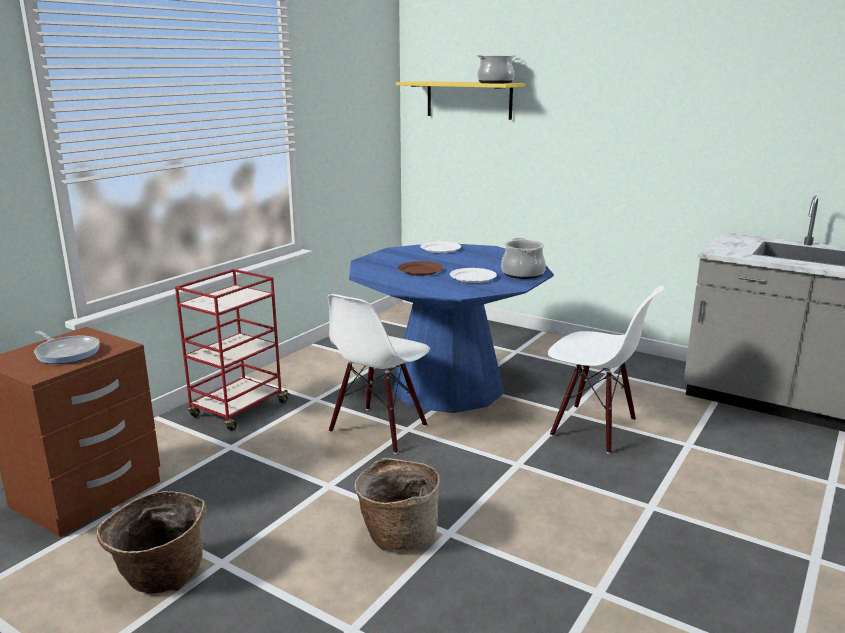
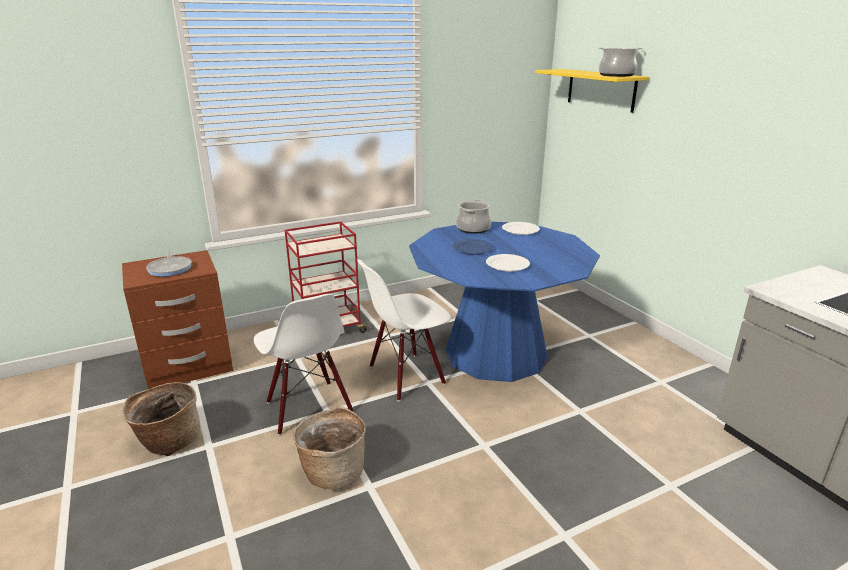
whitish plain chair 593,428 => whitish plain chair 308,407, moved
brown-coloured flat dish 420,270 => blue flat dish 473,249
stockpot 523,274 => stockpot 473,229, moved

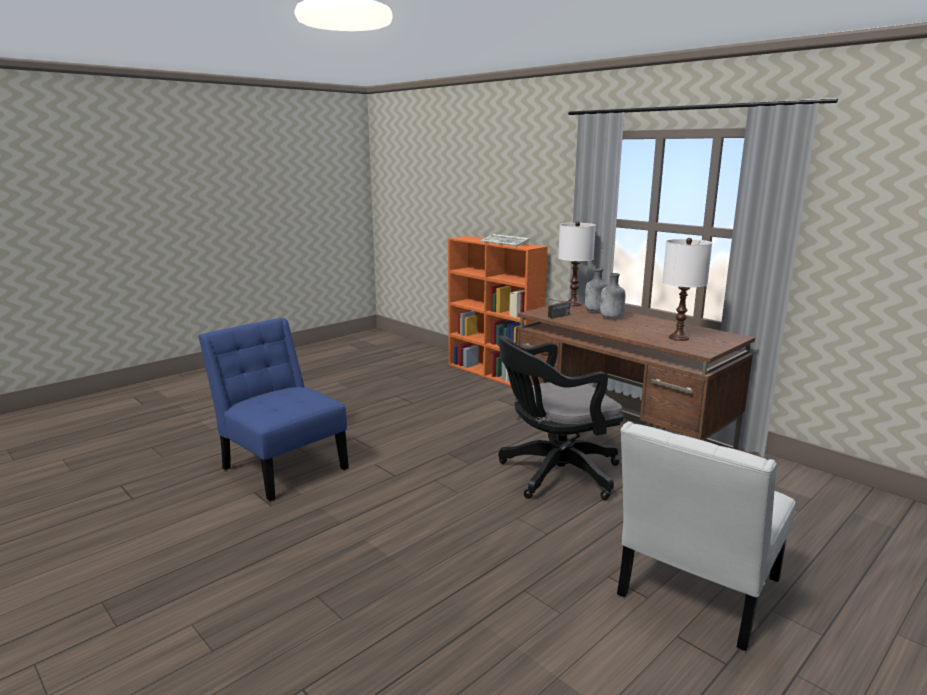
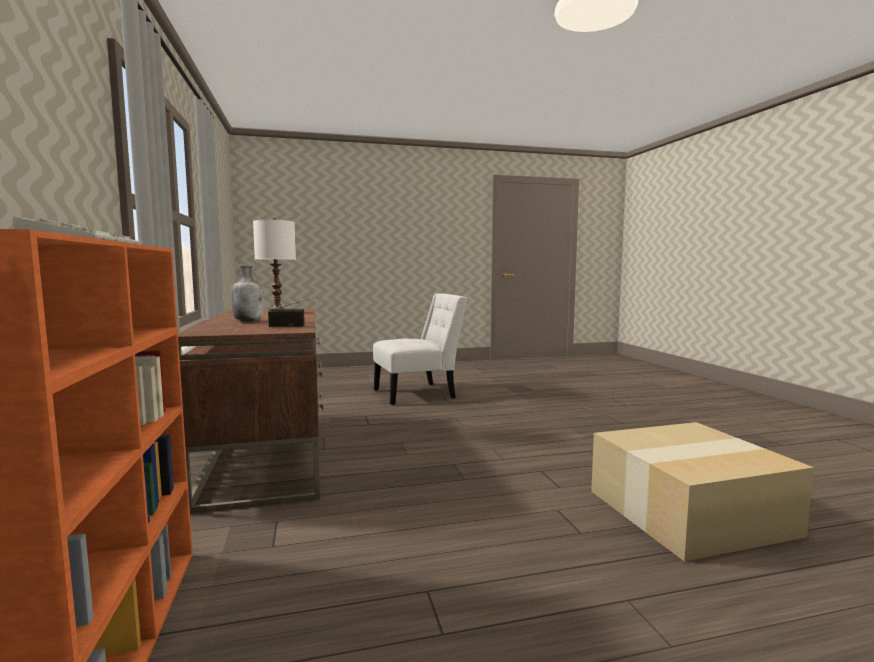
blue plain chair 282,466 => carton 689,513
black-coloured computer chair 554,474 => nothing
whitish tabletop lamp 573,304 => nothing
gray drink bottle 595,311 => nothing

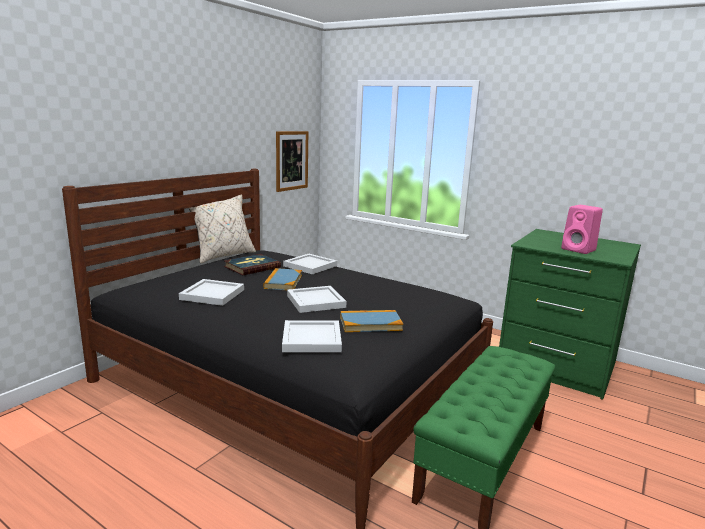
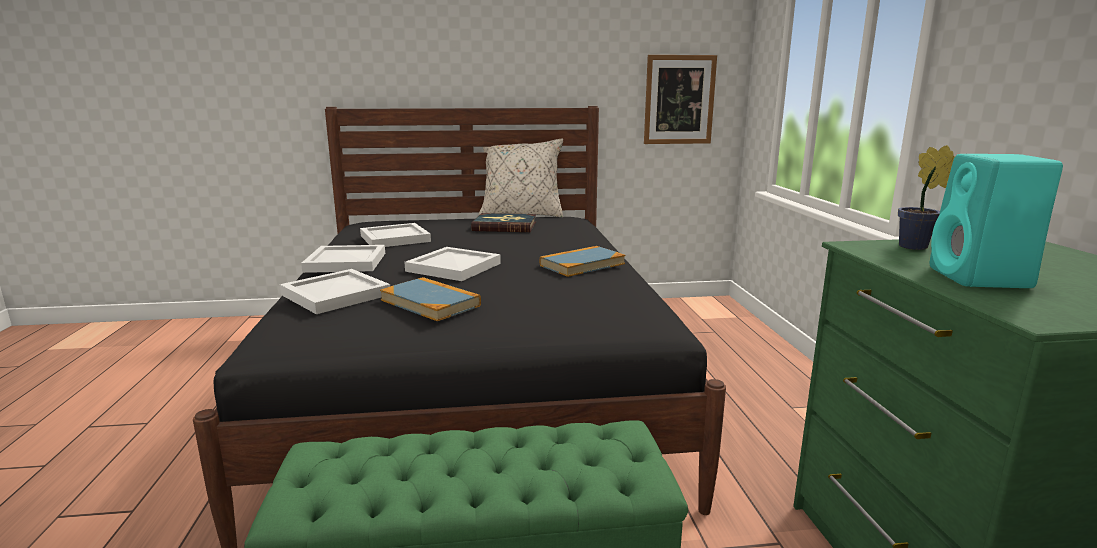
whitish carrying tray 310,266 => whitish carrying tray 344,262, moved
book 283,282 => book 582,264, moved
nothing => potted plant 916,247
pink audio speaker 579,250 => turquoise audio speaker 981,279

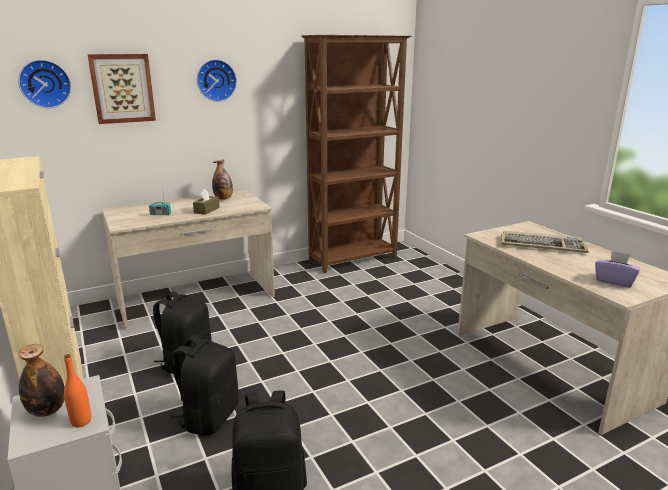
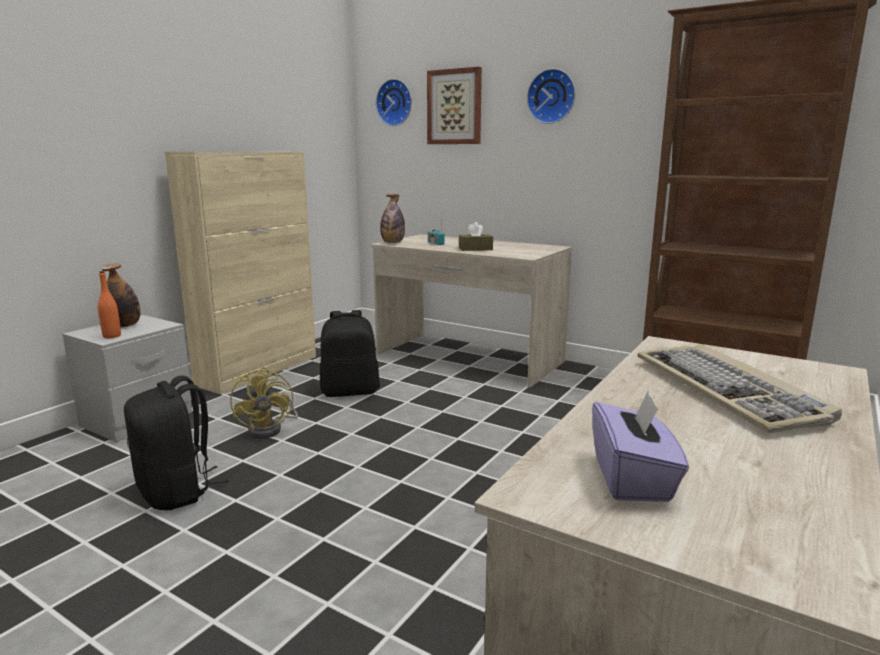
black-coloured backpack 209,417 => yellow-coloured cooling fan 271,429
drink bottle 223,199 => drink bottle 392,243, moved

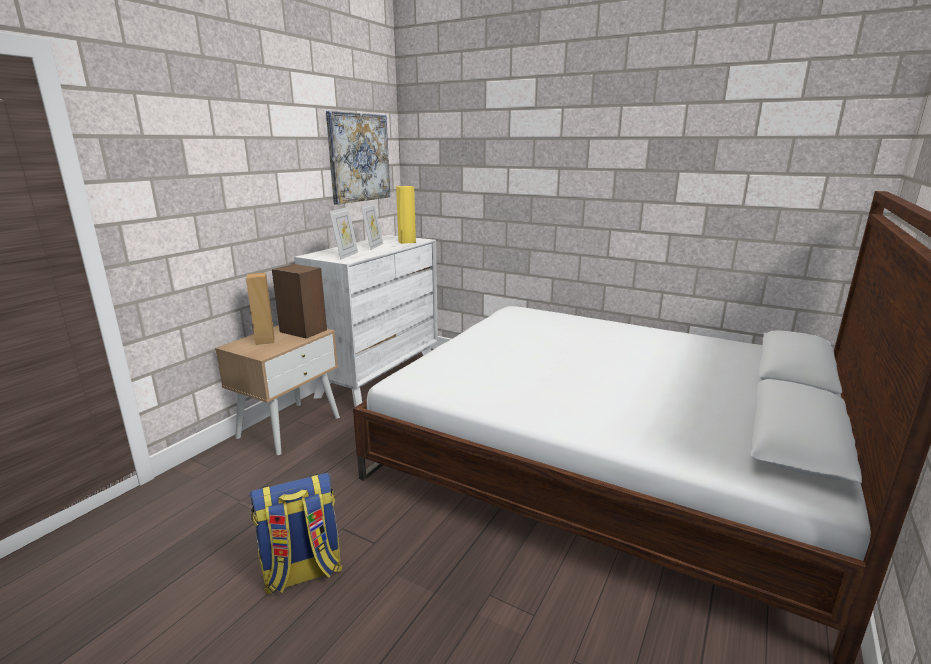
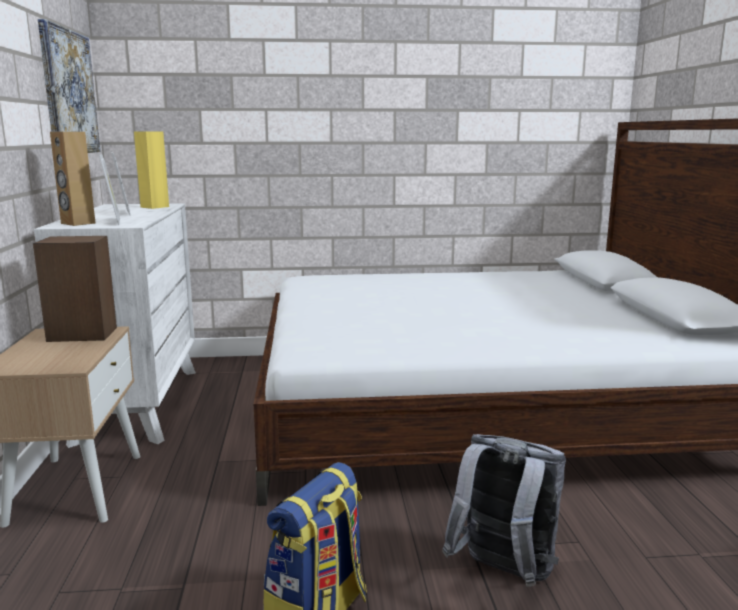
brown-coloured audio speaker 264,340 => brown-coloured audio speaker 77,223, moved
nothing => gray backpack 503,574

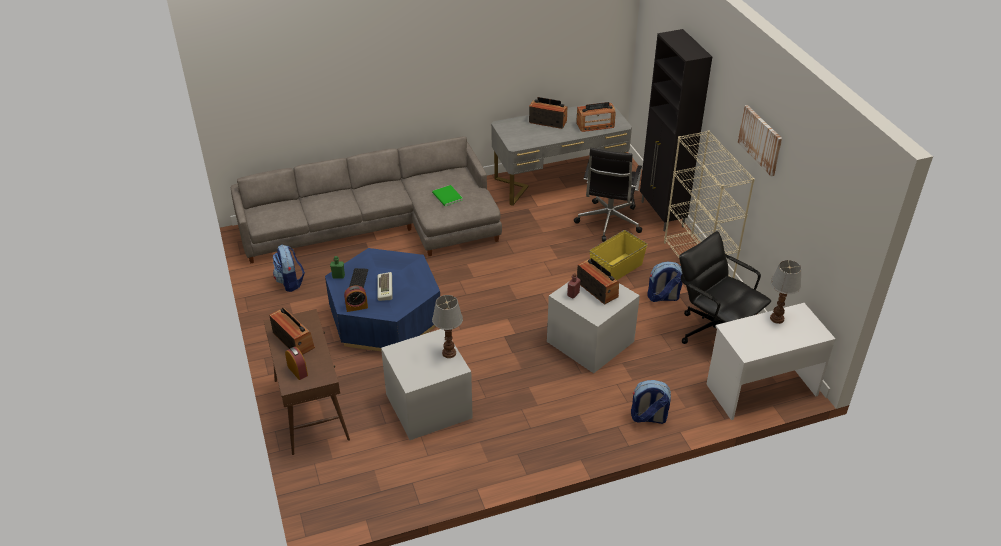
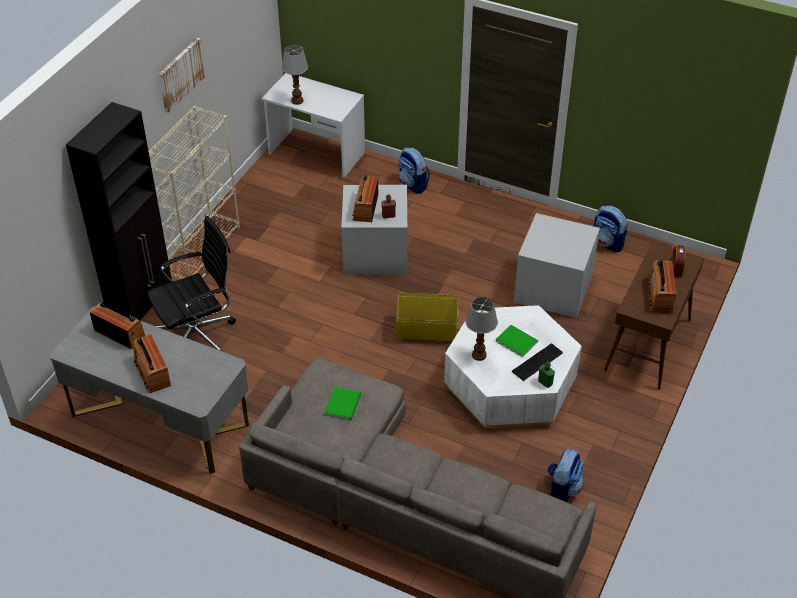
yellow-coloured storage box 616,269 => yellow-coloured storage box 427,330, moved
blue coffee table 385,317 => whitish coffee table 509,384
tabletop lamp 449,353 => tabletop lamp 479,355, moved
computer keyboard 386,289 => green book 516,340
backpack 663,297 => backpack 608,243, moved
alarm clock 356,307 => nothing
black-coloured computer chair 714,332 => nothing

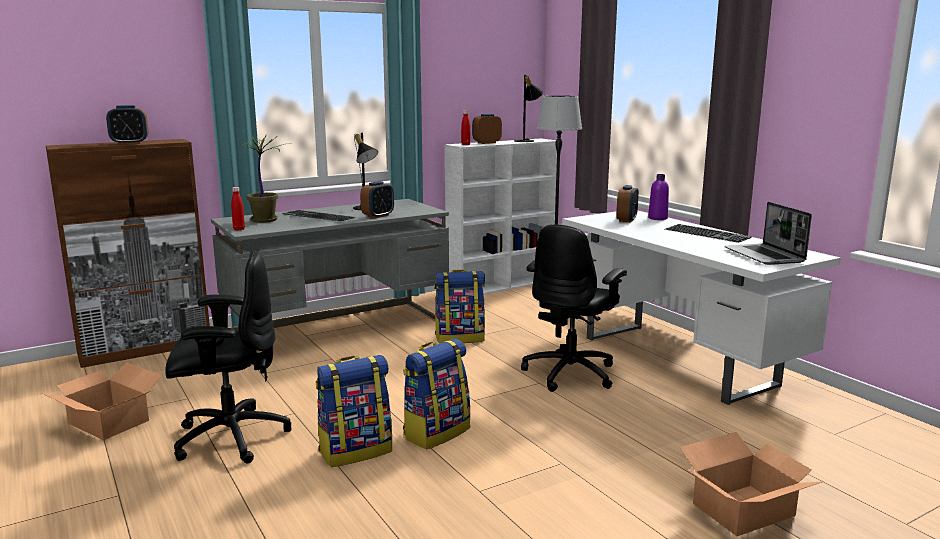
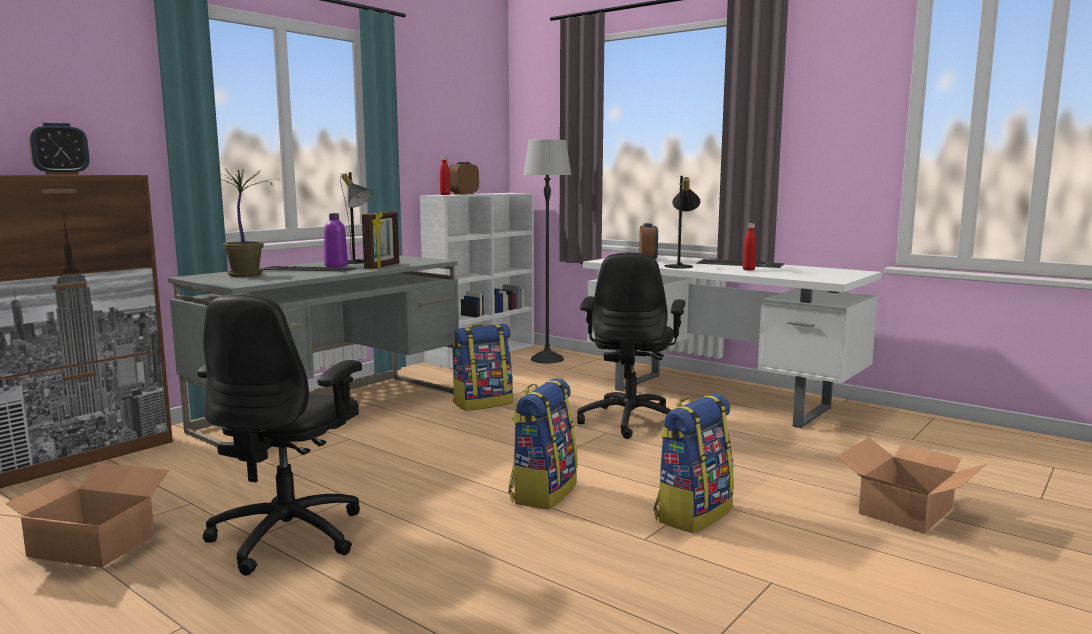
black-coloured computer chair 229,437 => black-coloured computer chair 290,536, 135 degrees clockwise
purple-coloured drink bottle 657,218 => purple-coloured drink bottle 336,266, moved
alarm clock 378,216 => photo frame 383,266
backpack 356,451 => backpack 692,514, moved
black-coloured tabletop lamp 527,140 => black-coloured tabletop lamp 681,266, moved
red drink bottle 239,229 => red drink bottle 748,269, moved
notebook computer 765,256 => nothing

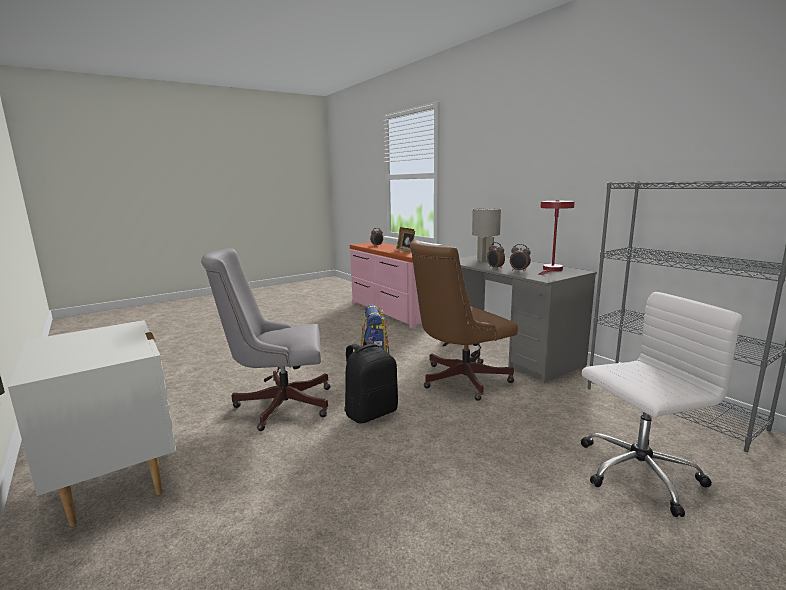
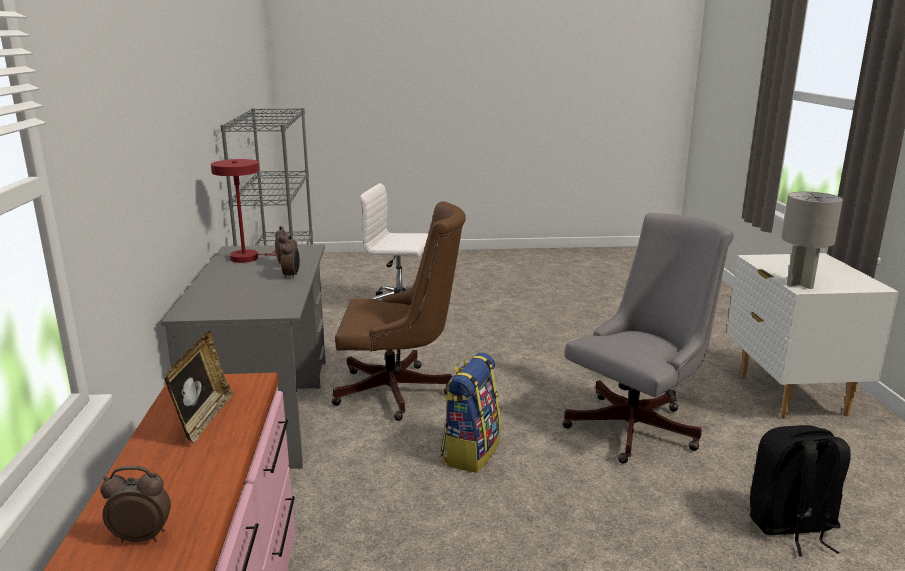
gray computer chair 278,404 => gray computer chair 639,426, 60 degrees counterclockwise
black-coloured backpack 371,413 => black-coloured backpack 791,527, moved
gray tabletop lamp 485,260 => gray tabletop lamp 800,284, moved

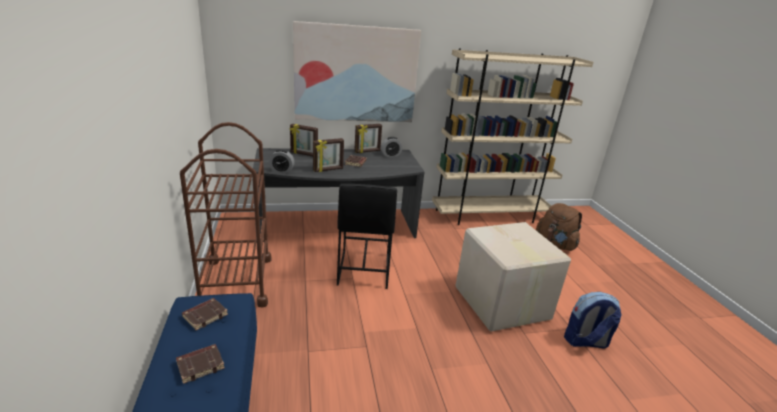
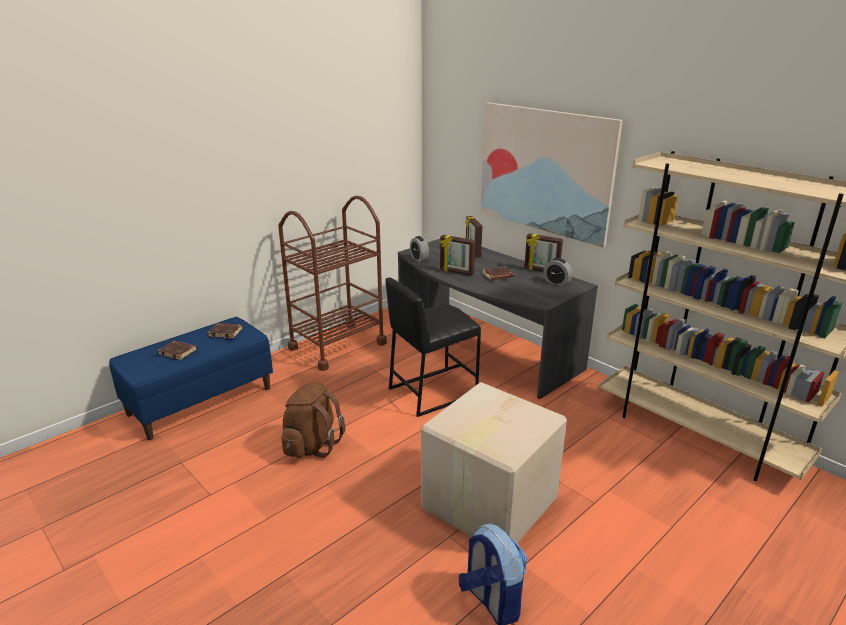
brown-coloured backpack 555,244 => brown-coloured backpack 312,445, moved

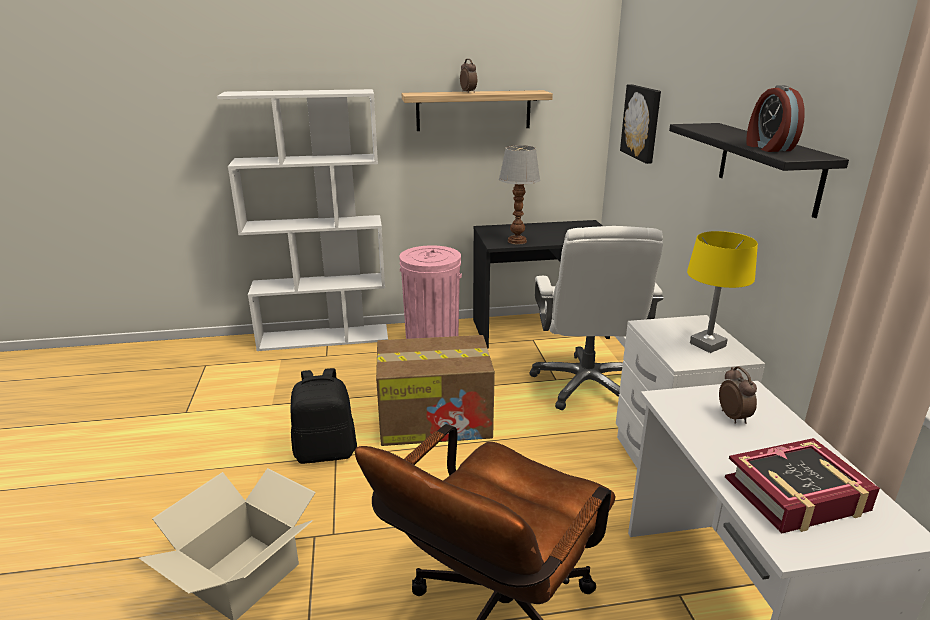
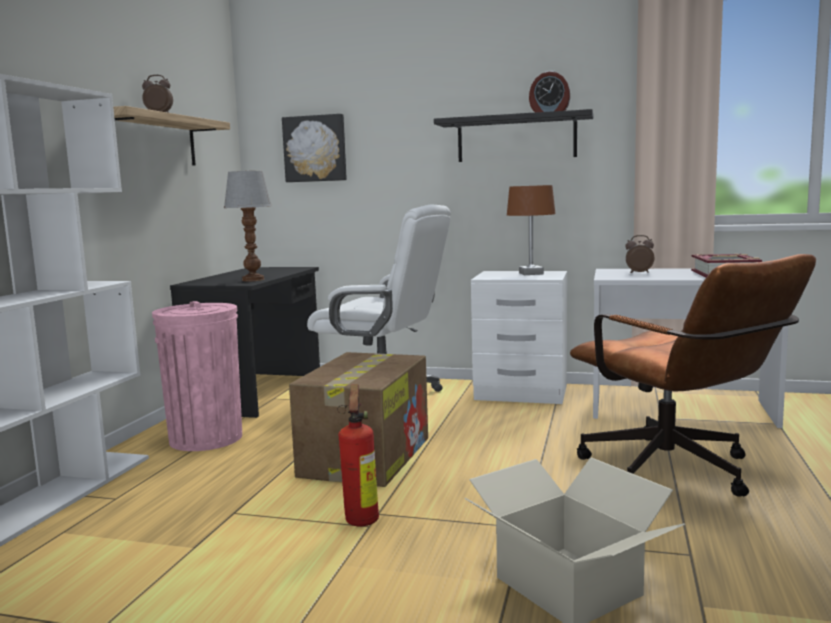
black-coloured backpack 326,452 => extinguisher 362,518
yellow-coloured tabletop lamp 708,345 => brown-coloured tabletop lamp 531,273

